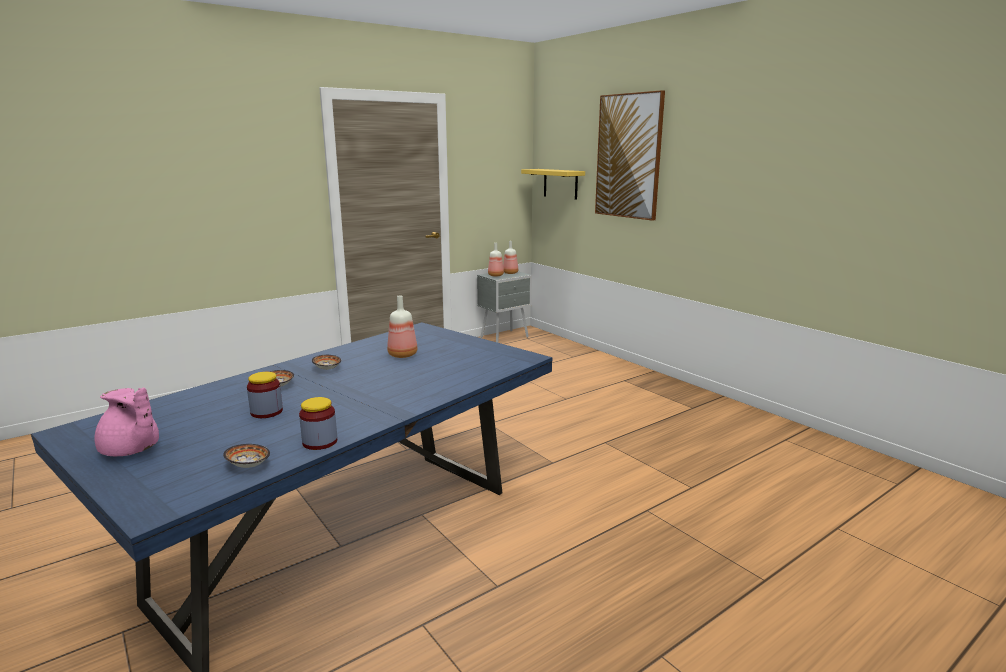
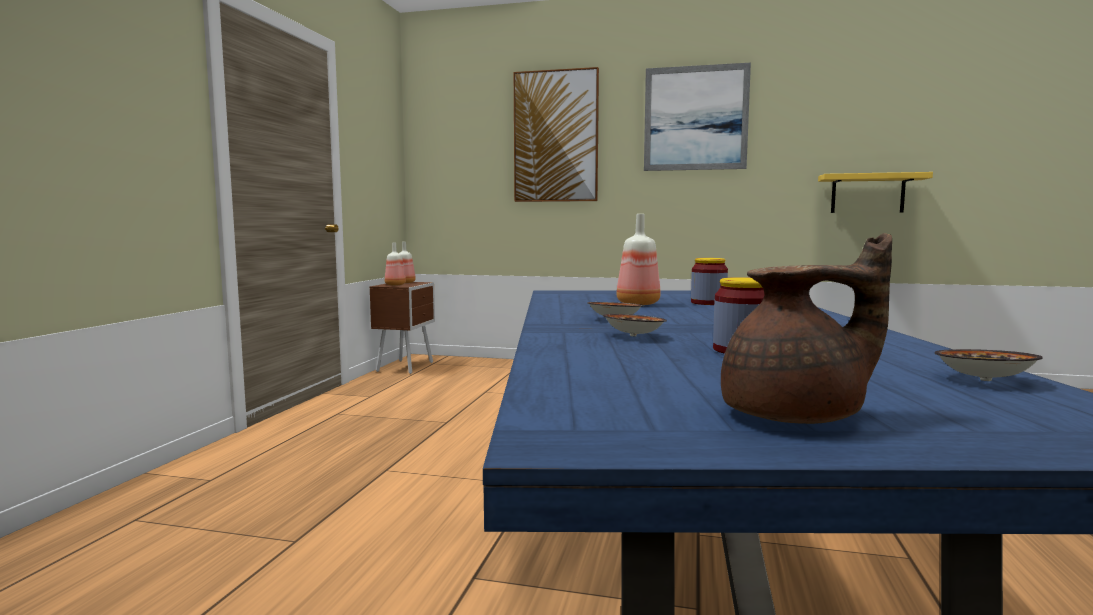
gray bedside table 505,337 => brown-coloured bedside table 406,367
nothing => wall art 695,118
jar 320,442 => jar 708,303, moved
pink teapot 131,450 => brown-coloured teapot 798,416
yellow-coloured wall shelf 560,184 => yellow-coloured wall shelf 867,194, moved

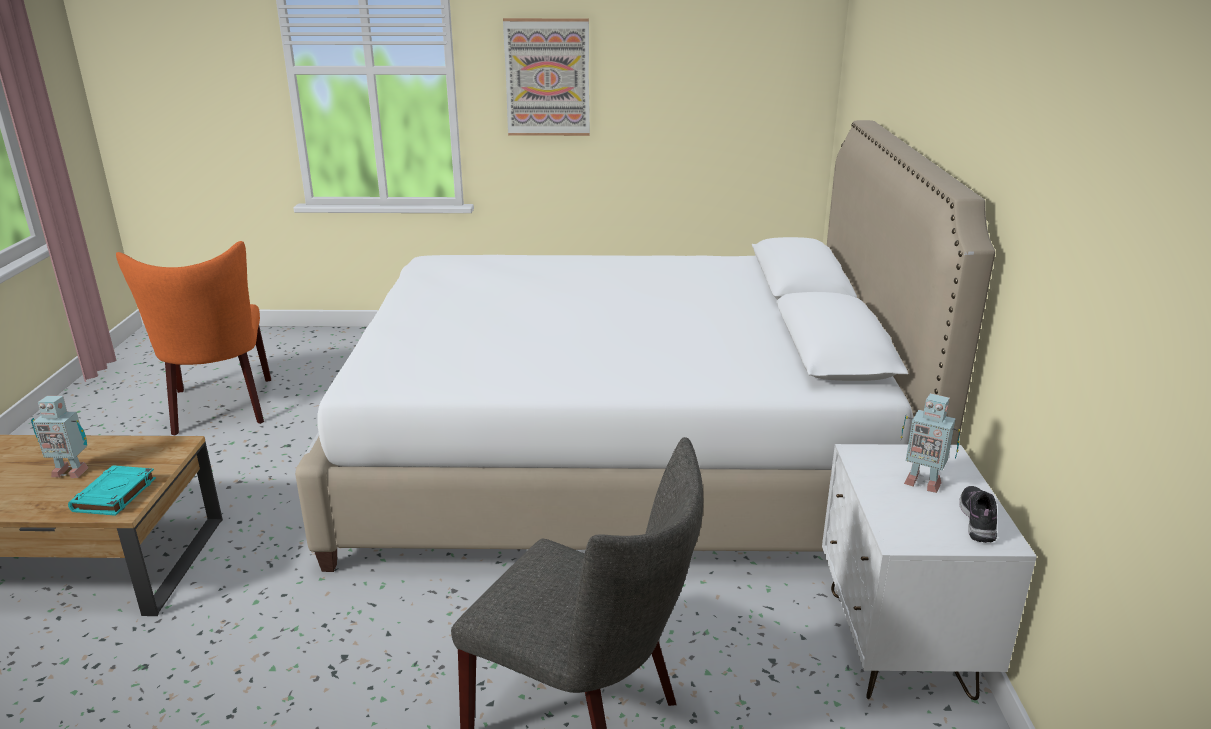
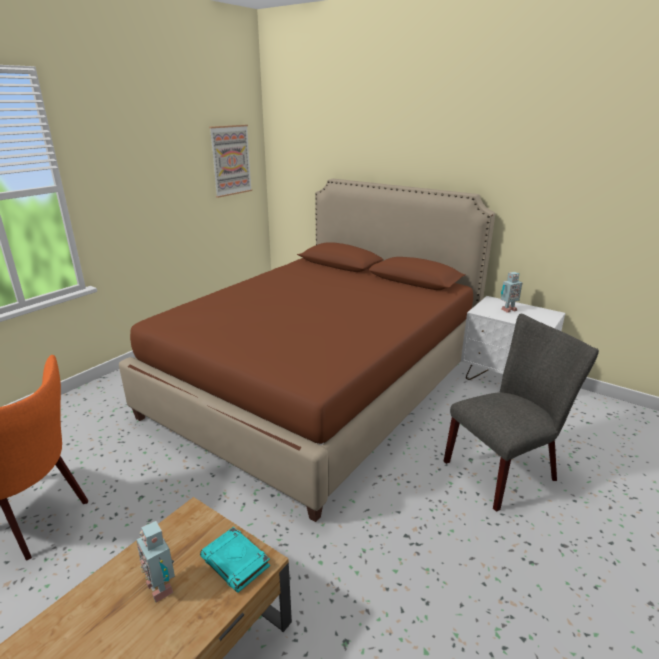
whitish bed 620,460 => brown-coloured bed 320,385
toy robot 70,471 => toy robot 162,586, 105 degrees clockwise
wall art 547,78 => wall art 231,160, moved
item of footwear 977,520 => nothing

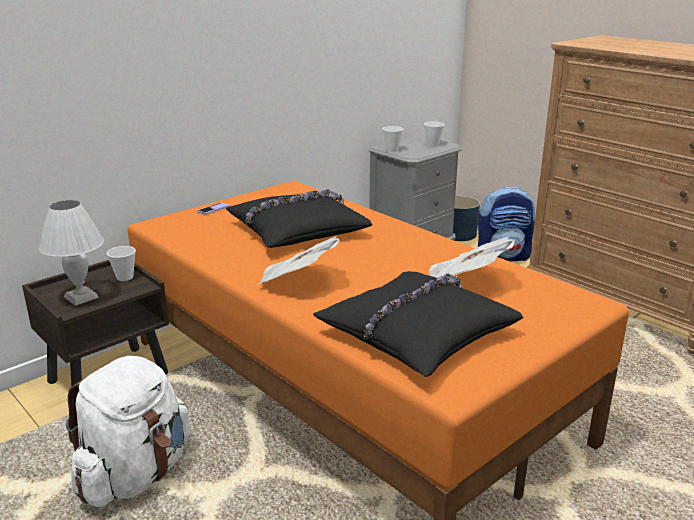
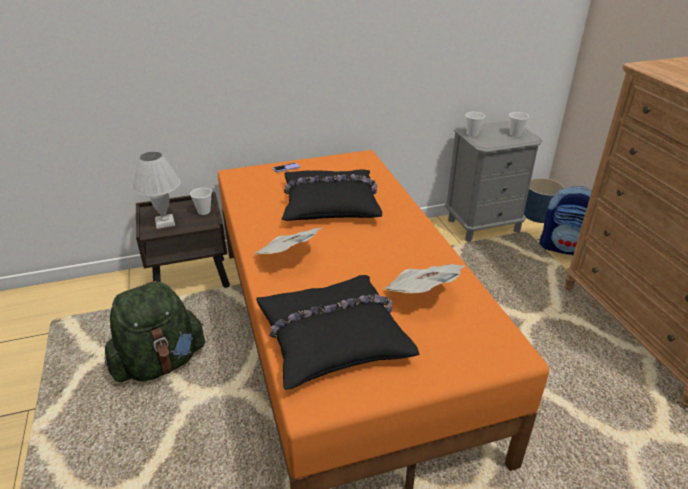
whitish backpack 136,475 => green backpack 160,363

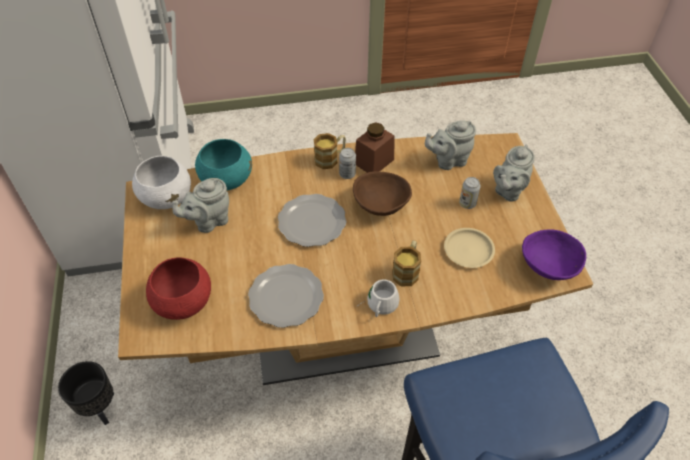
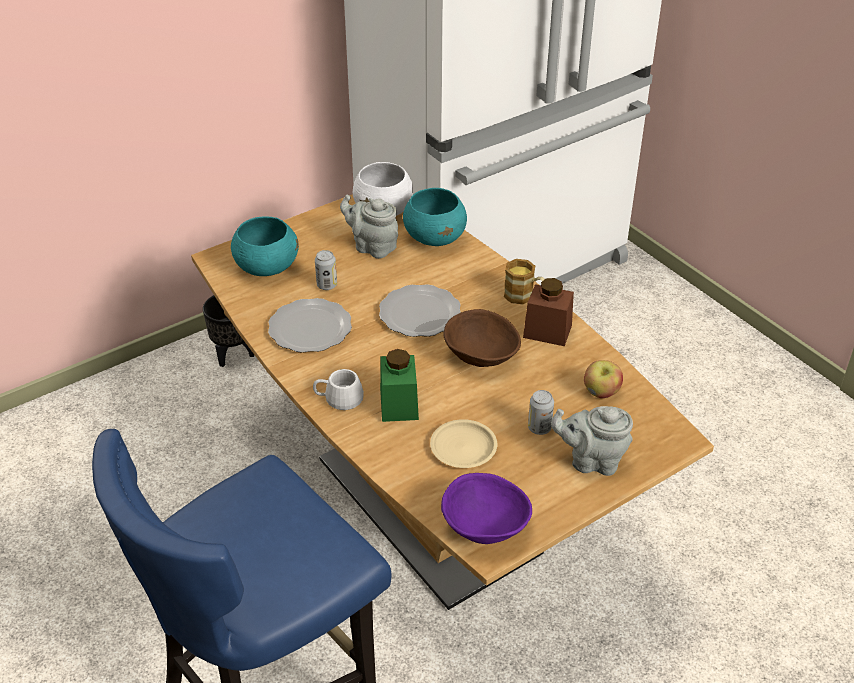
red serving bowl 182,302 => turquoise serving bowl 266,267
metal can 347,174 => metal can 327,285, moved
tea mug 407,270 => green jar 399,404
gray teapot 448,161 => apple fruit 601,392

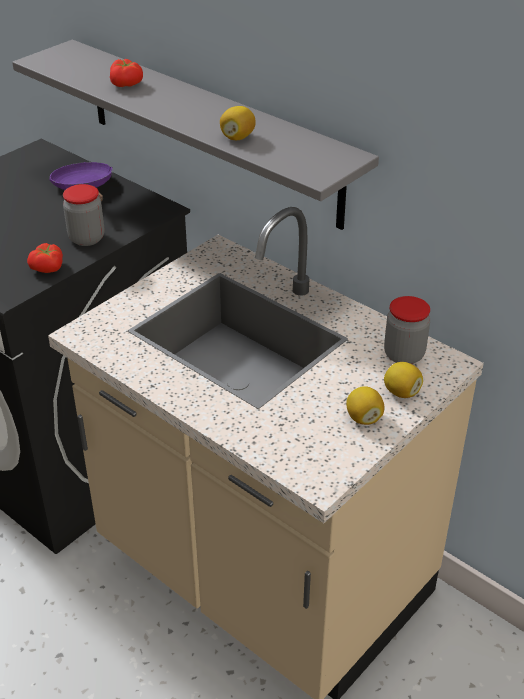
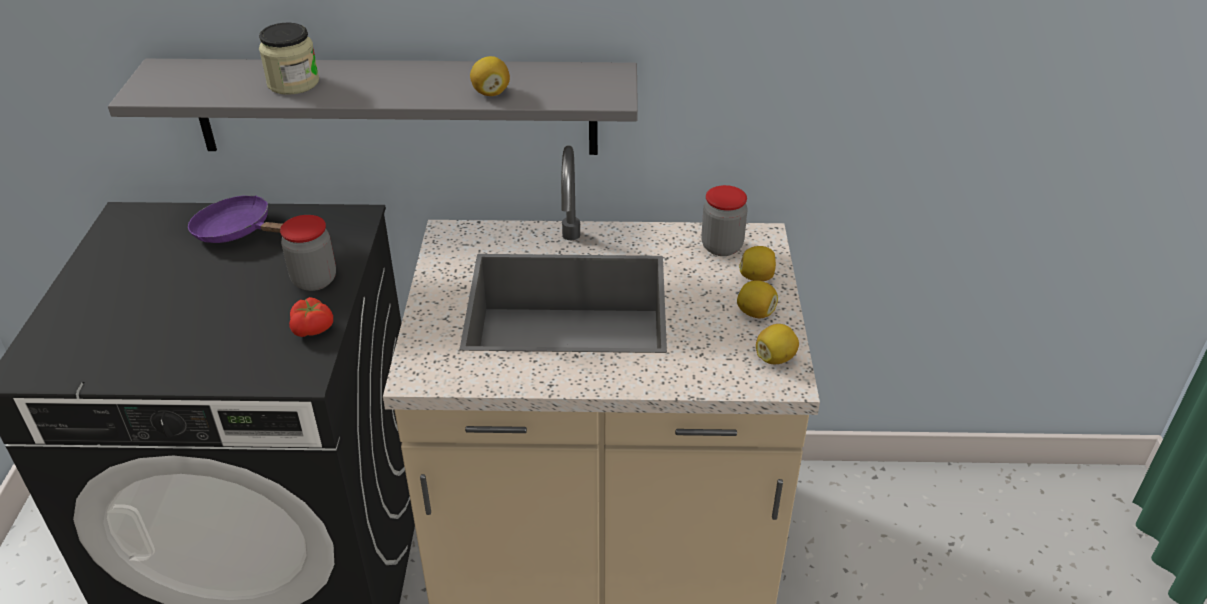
fresh tomato 127,84 => jar 293,83
nothing => citrus fruit 775,358

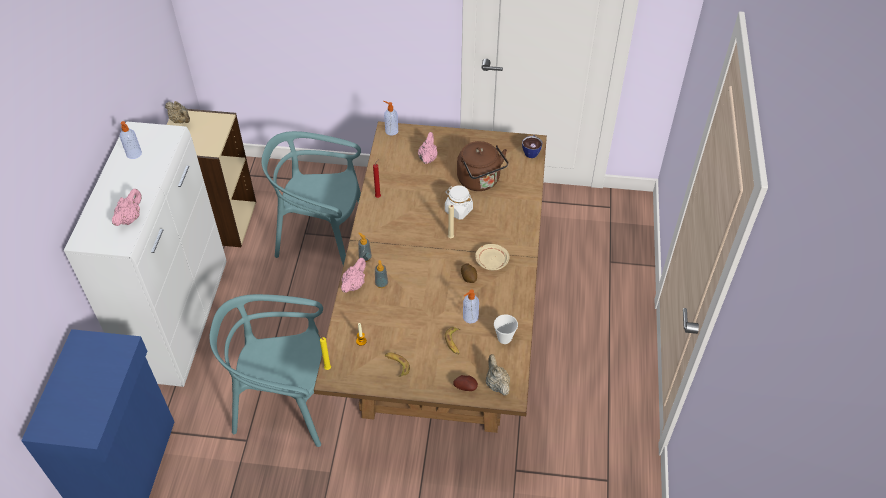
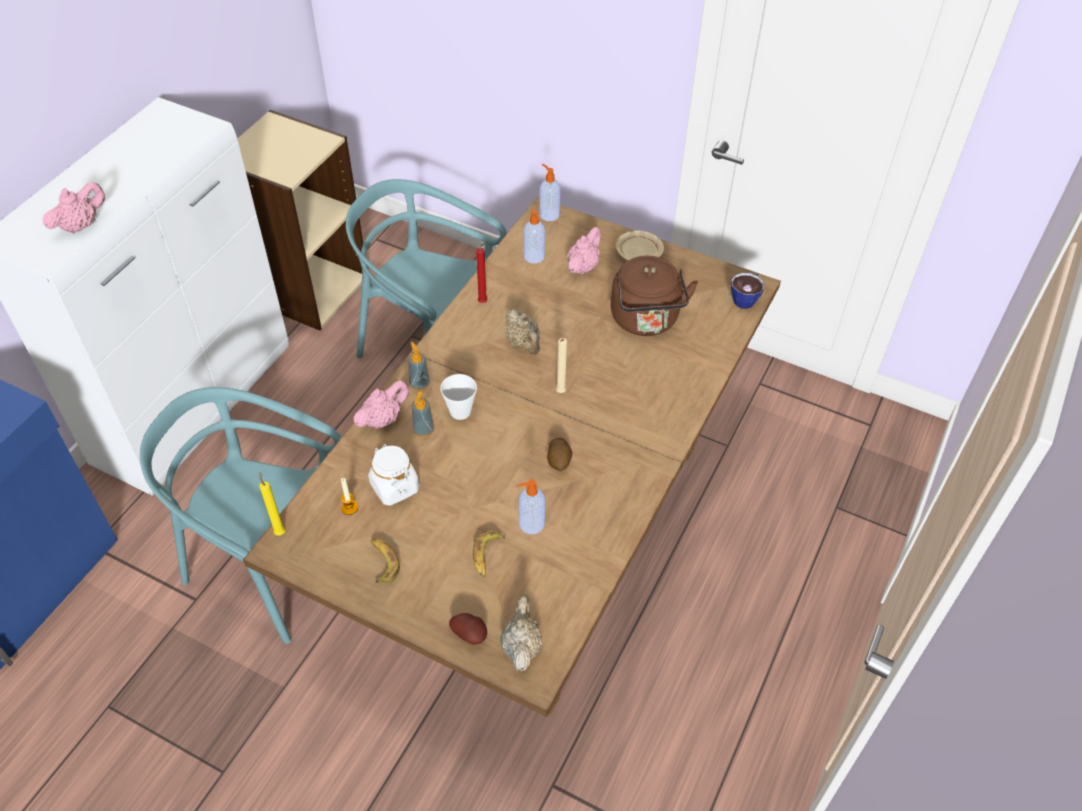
whitish jar 458,210 => whitish jar 394,487, moved
cup 504,338 => cup 460,411, moved
sand-coloured teapot 180,121 => sand-coloured teapot 524,345, moved
soap bottle 134,154 => soap bottle 534,257, moved
sand-coloured flat dish 491,261 => sand-coloured flat dish 638,254, moved

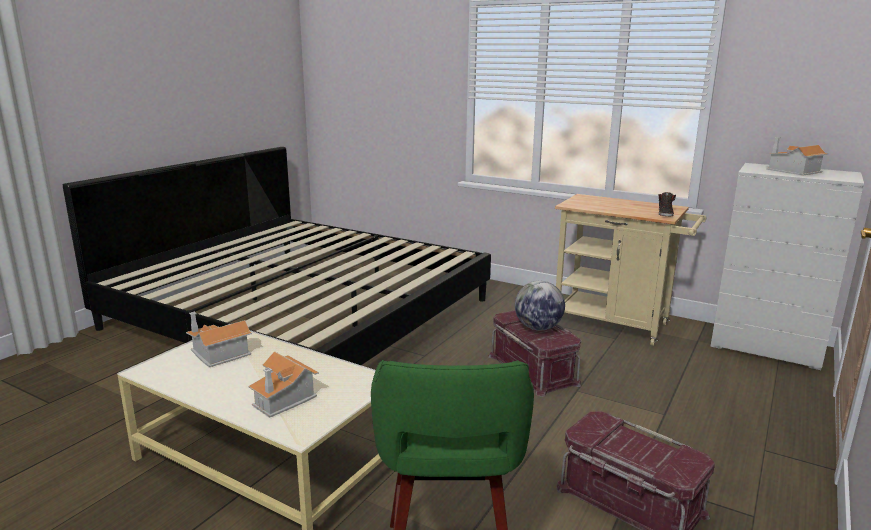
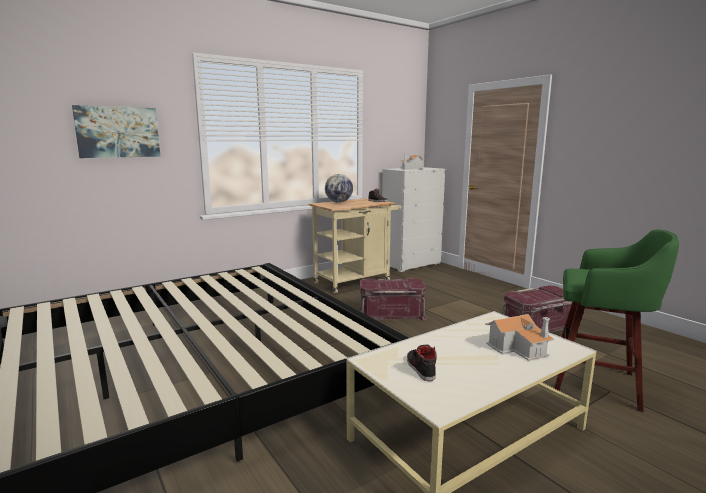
nothing => wall art 118,132
desk globe 538,328 => desk globe 339,202, moved
toy house 217,354 => black-coloured item of footwear 420,368

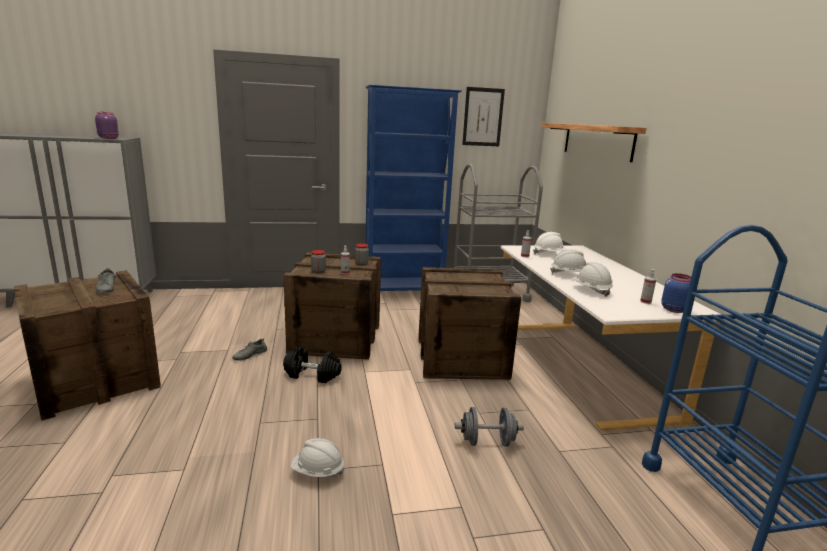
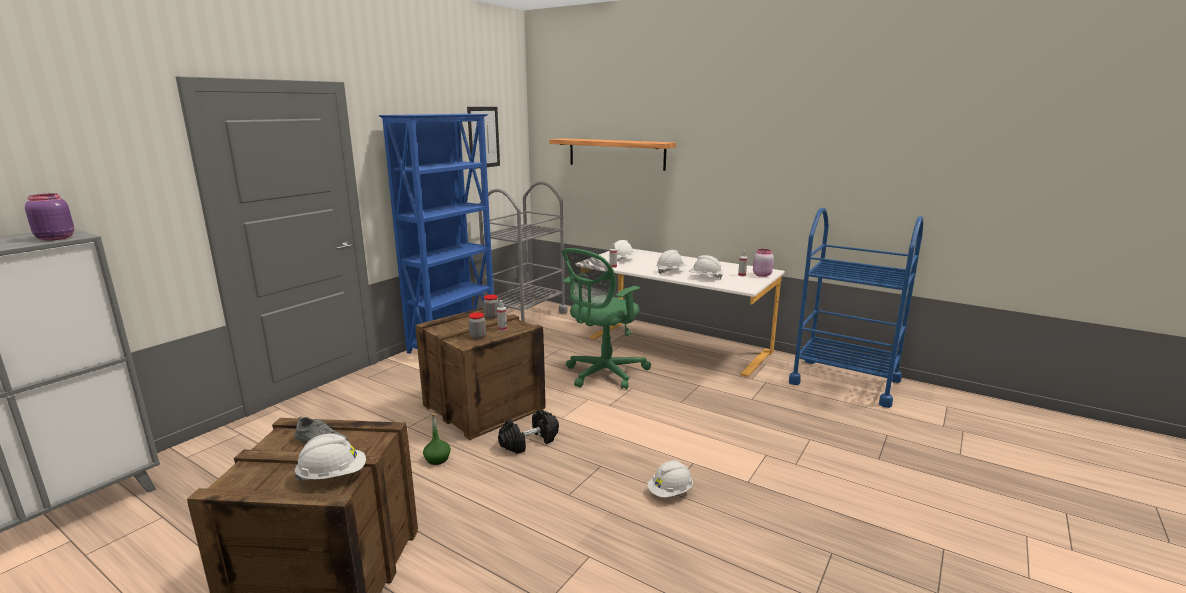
nothing => whitish hard hat 333,475
gray item of footwear 250,355 => green drink bottle 437,459
packing crate 460,358 => green computer chair 603,374
blue jar 673,309 => pink jar 761,275
gray dumbbell 487,442 => nothing

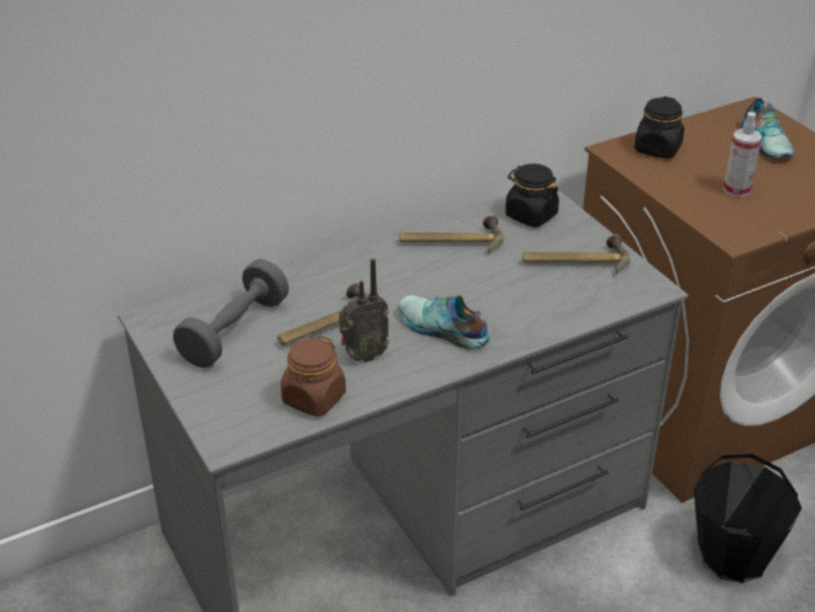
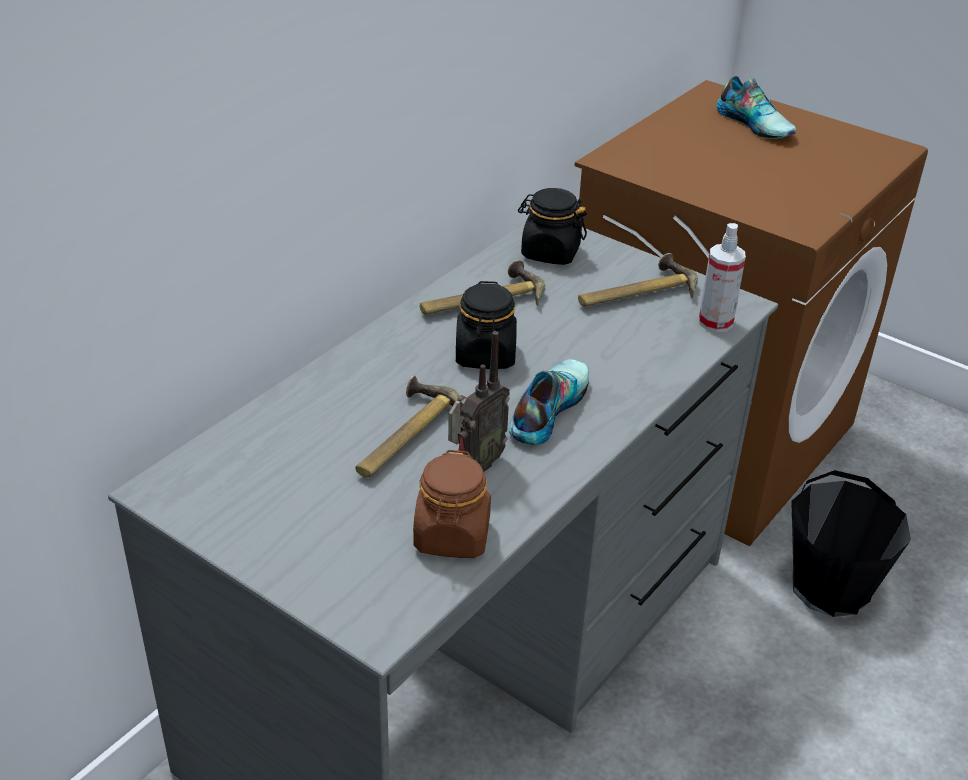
black-coloured jar 657,149 => black-coloured jar 485,355, moved
item of footwear 442,329 => item of footwear 546,408, 105 degrees clockwise
sprayer 736,190 => sprayer 715,322, moved
gray dumbbell 234,331 => nothing

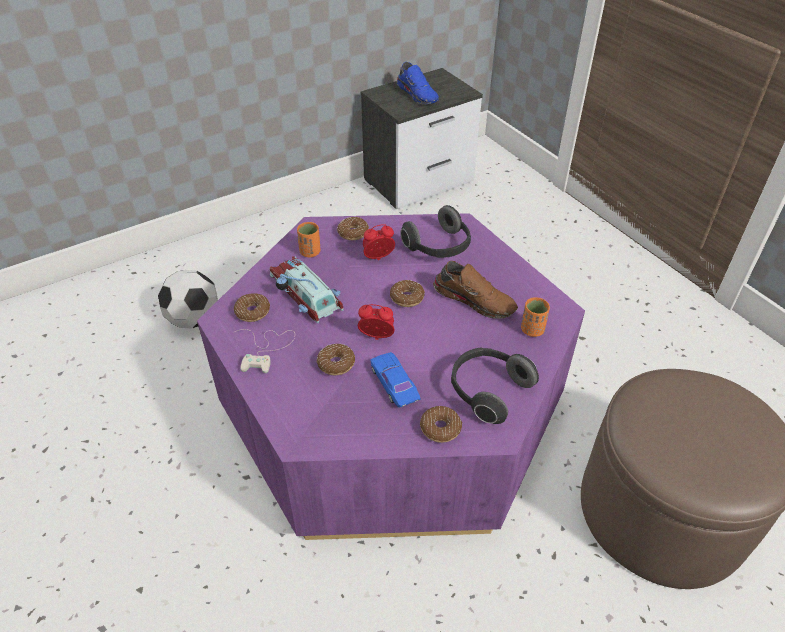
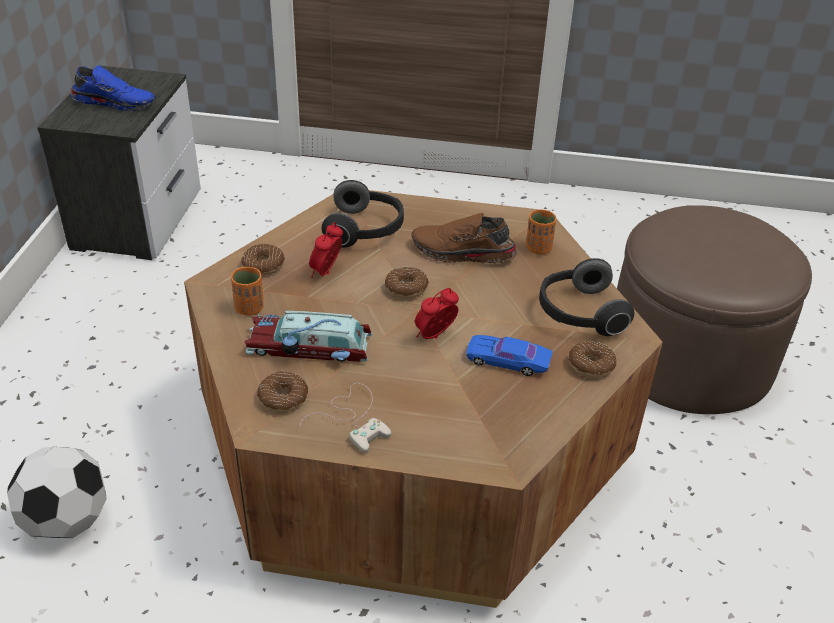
purple-coloured coffee table 392,410 => brown-coloured coffee table 412,442
brown-coloured item of footwear 475,299 => brown-coloured item of footwear 462,253, 150 degrees counterclockwise
doughnut 336,364 => nothing

